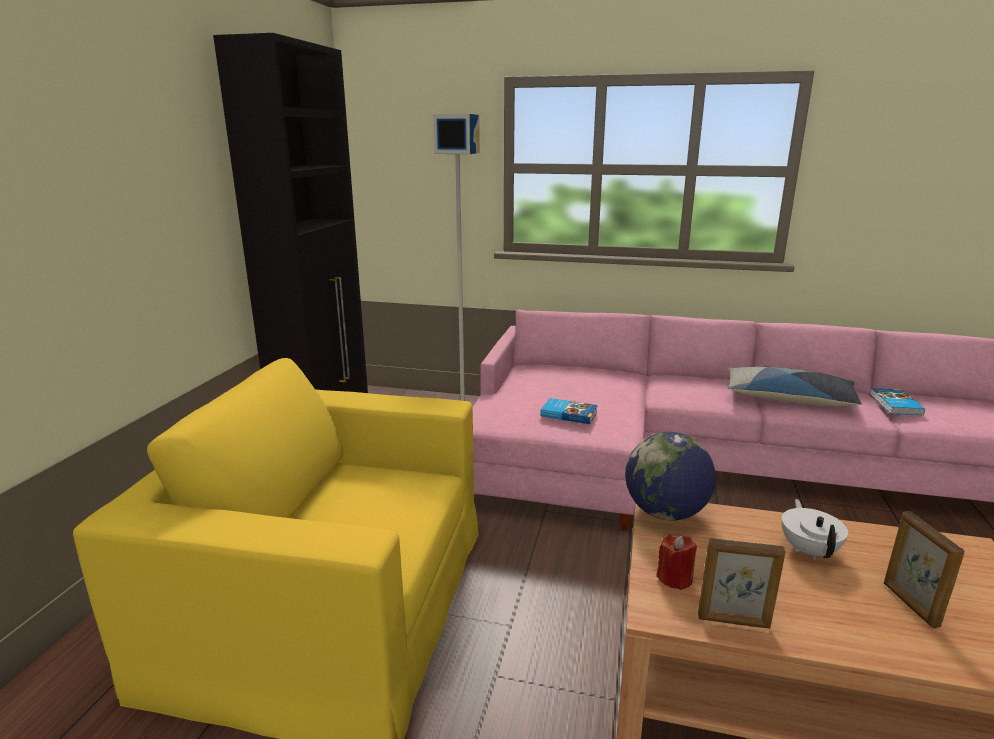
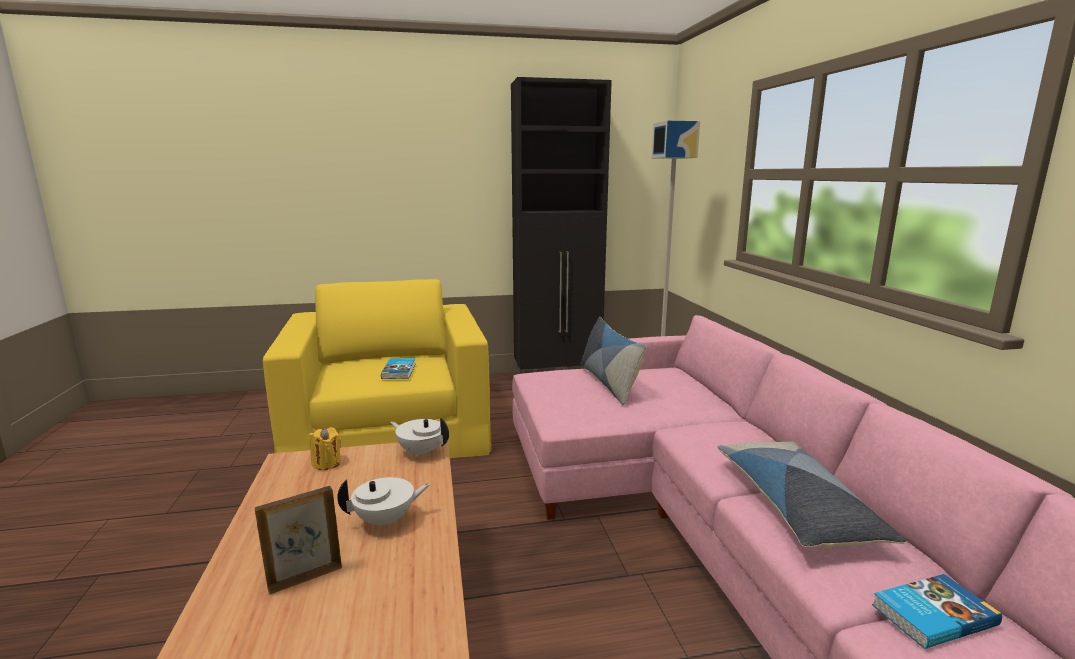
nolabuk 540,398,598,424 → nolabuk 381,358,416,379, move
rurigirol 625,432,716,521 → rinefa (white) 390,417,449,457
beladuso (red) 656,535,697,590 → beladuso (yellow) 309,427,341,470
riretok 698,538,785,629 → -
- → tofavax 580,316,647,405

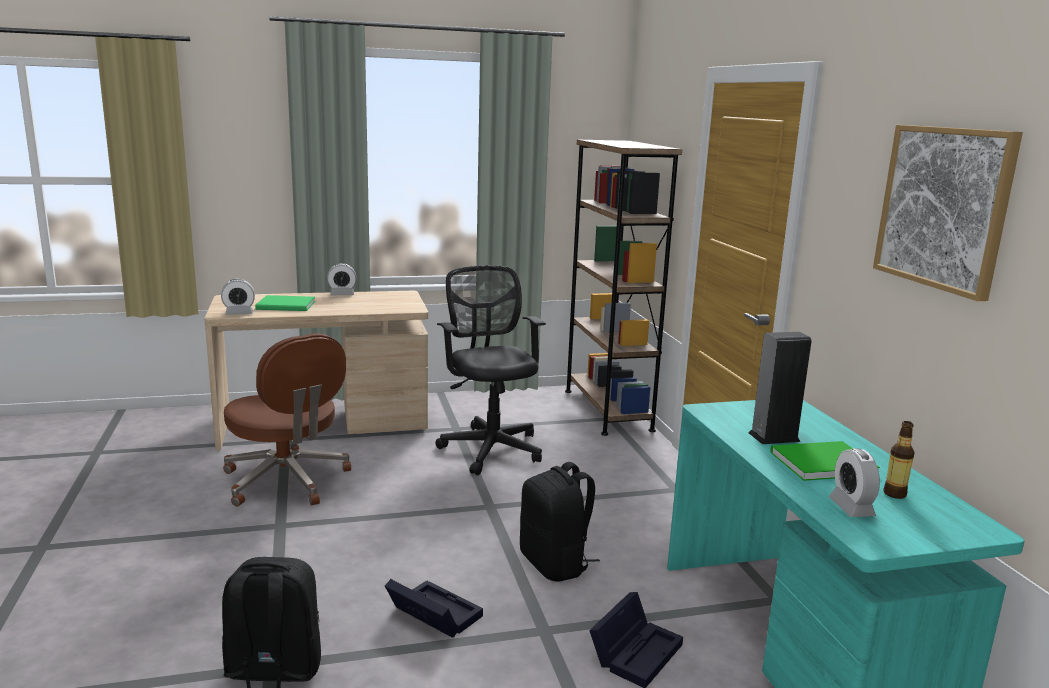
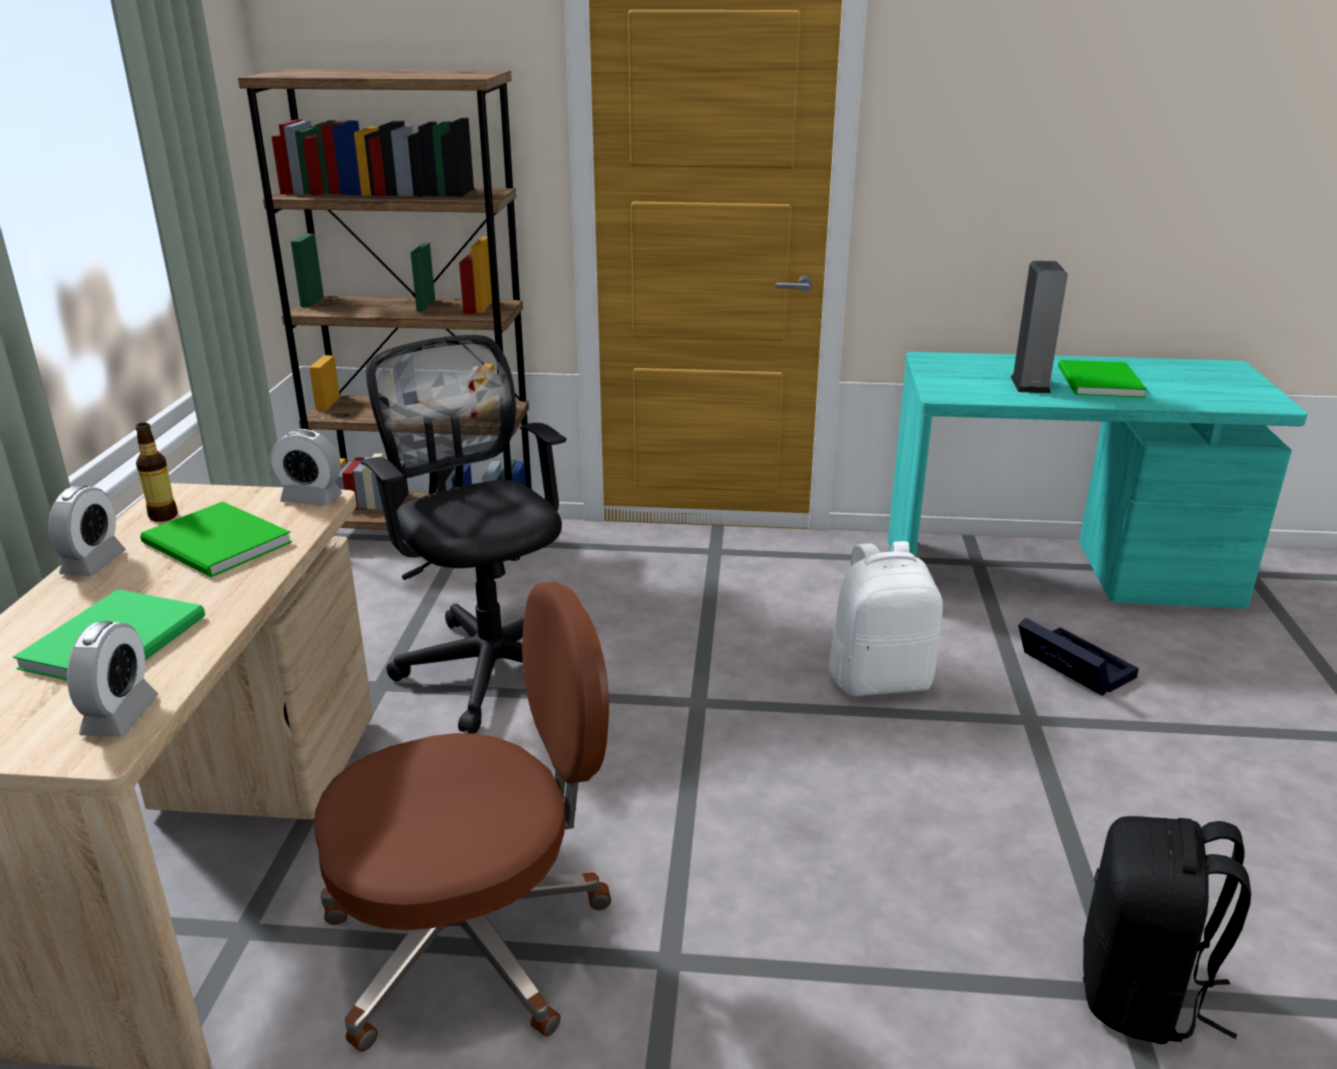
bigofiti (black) 385,579,483,638 → -
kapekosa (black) 436,265,546,475 → kapekosa (black) 360,335,566,734, 60 degrees clockwise
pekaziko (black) 520,462,600,582 → pekaziko (white) 829,541,943,696
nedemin 829,448,880,517 → nedemin 271,429,342,506, move
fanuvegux 873,125,1023,302 → -
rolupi 883,421,914,499 → rolupi 135,423,178,522, move
- → nolabuk (green) 140,502,292,577

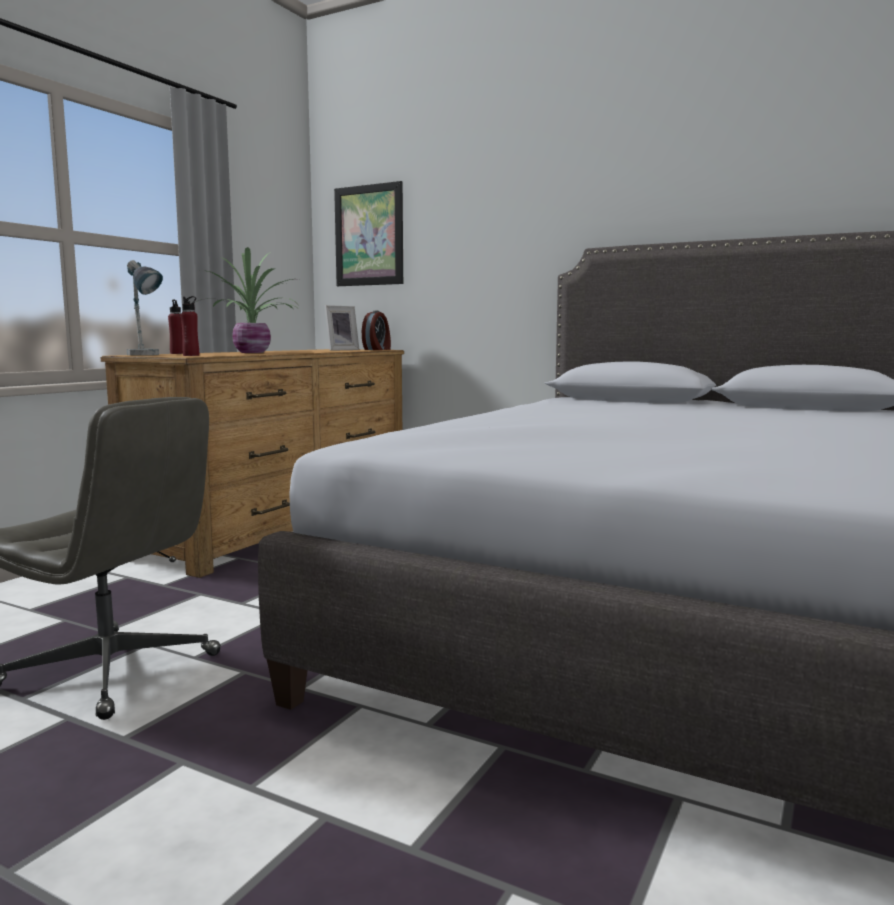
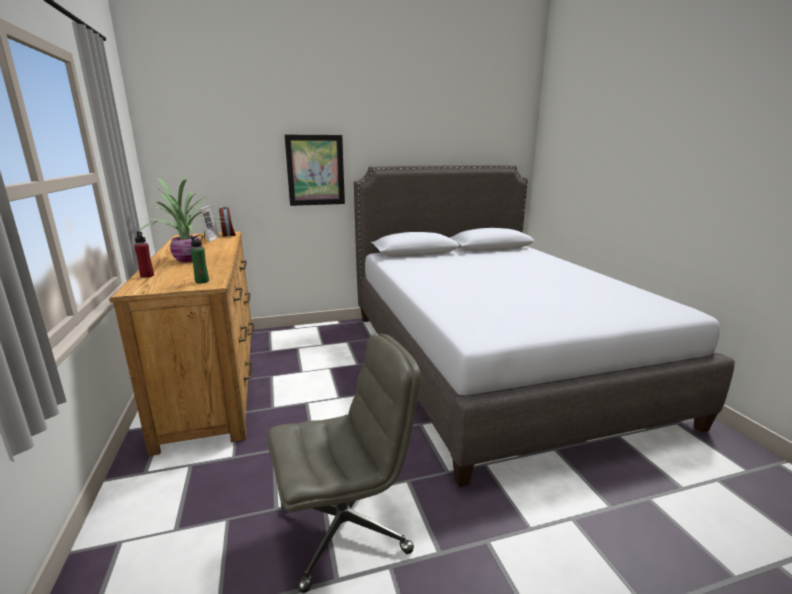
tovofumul 127,260,163,355 → -
rolupi (red) 181,296,199,356 → rolupi (green) 190,235,209,284
fanuvegux 334,181,403,286 → fanuvegux 285,135,345,206, move

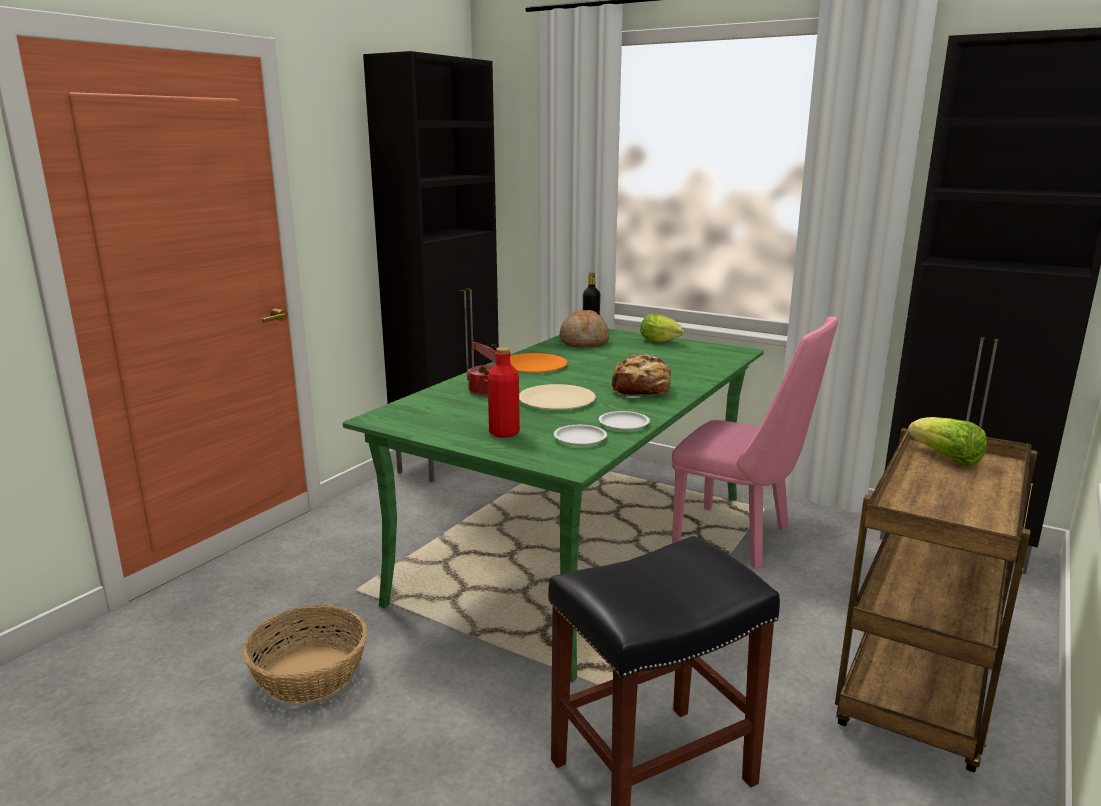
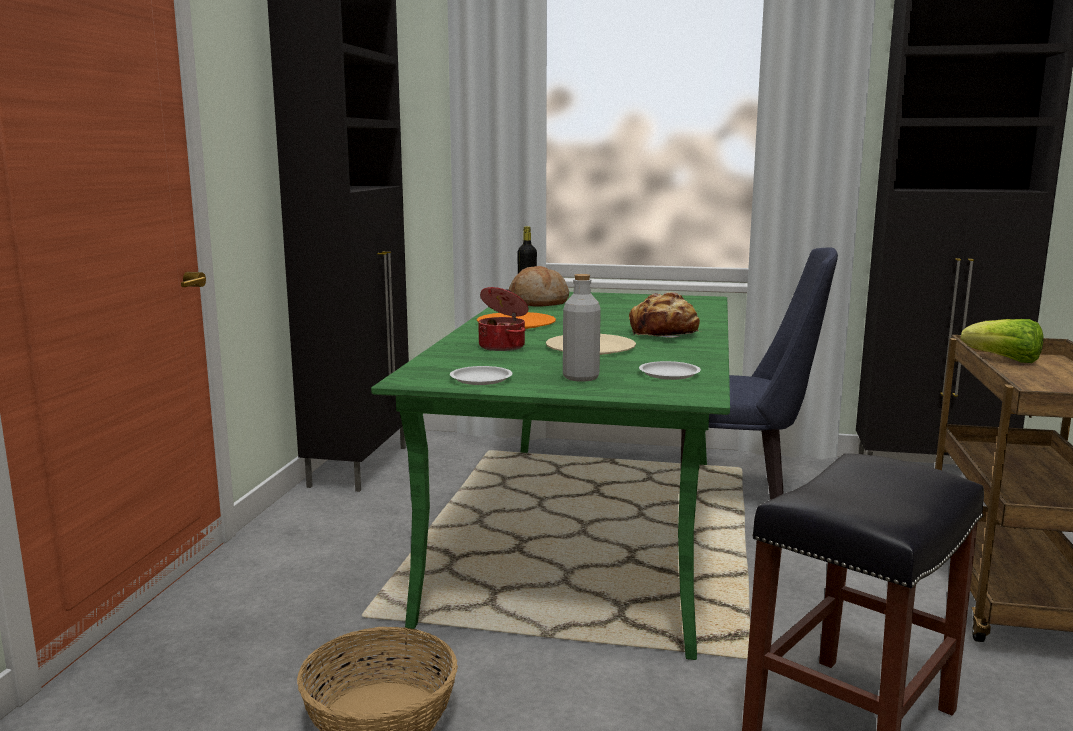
rolupi (red) 488,347,520,438 → rolupi (grey) 563,274,601,382
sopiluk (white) 599,411,650,430 → sopiluk (white) 450,366,512,385, move
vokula 640,314,684,342 → -
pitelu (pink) 672,317,838,569 → pitelu (blue) 680,247,838,500

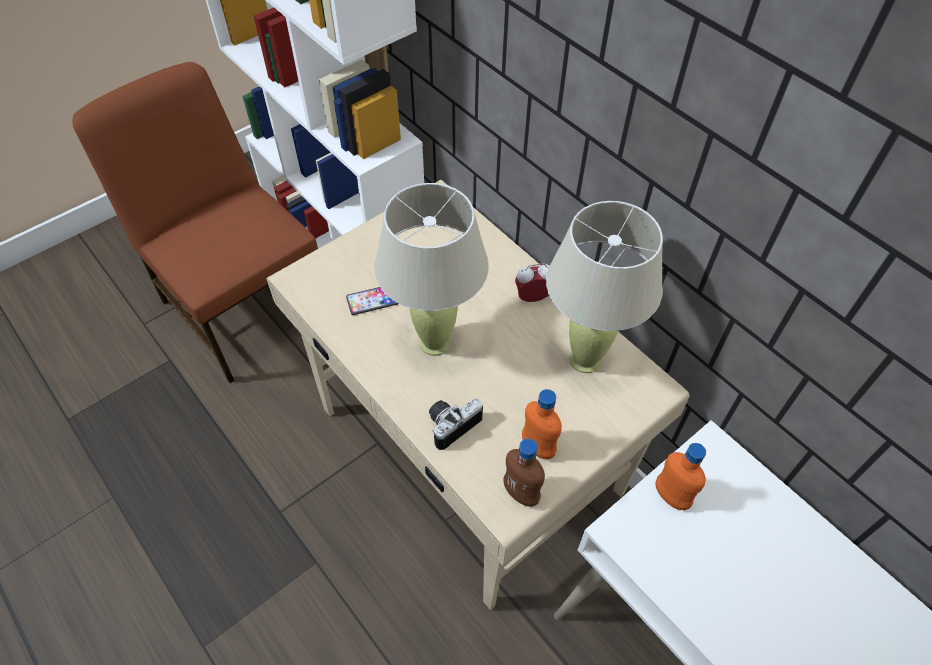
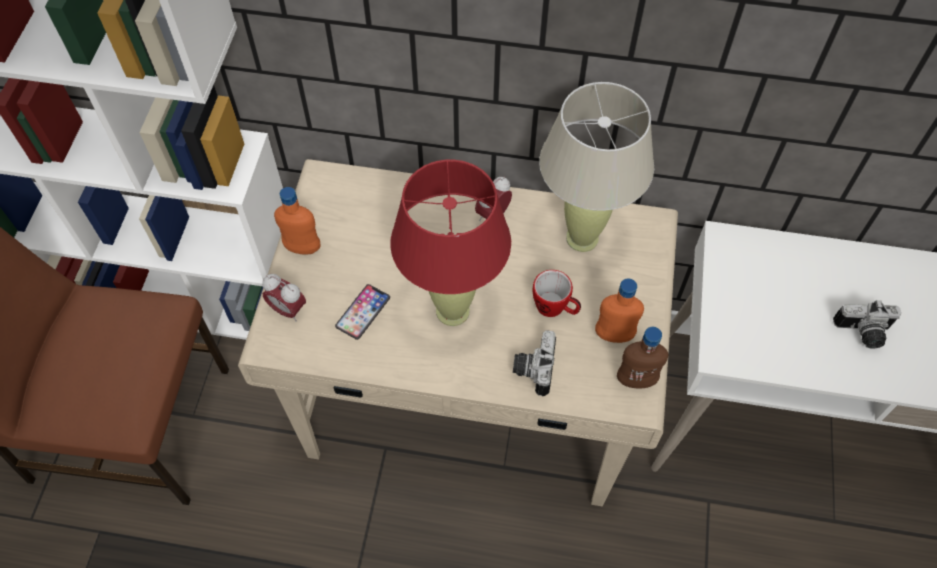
tovofumul (beige) 374,183,489,356 → tovofumul (red) 390,159,511,326
rolupi (orange) 656,443,706,510 → rolupi (orange) 274,187,320,254, move
- → nedemin 262,274,306,322
- → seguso 532,270,581,317
- → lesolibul 833,300,901,349

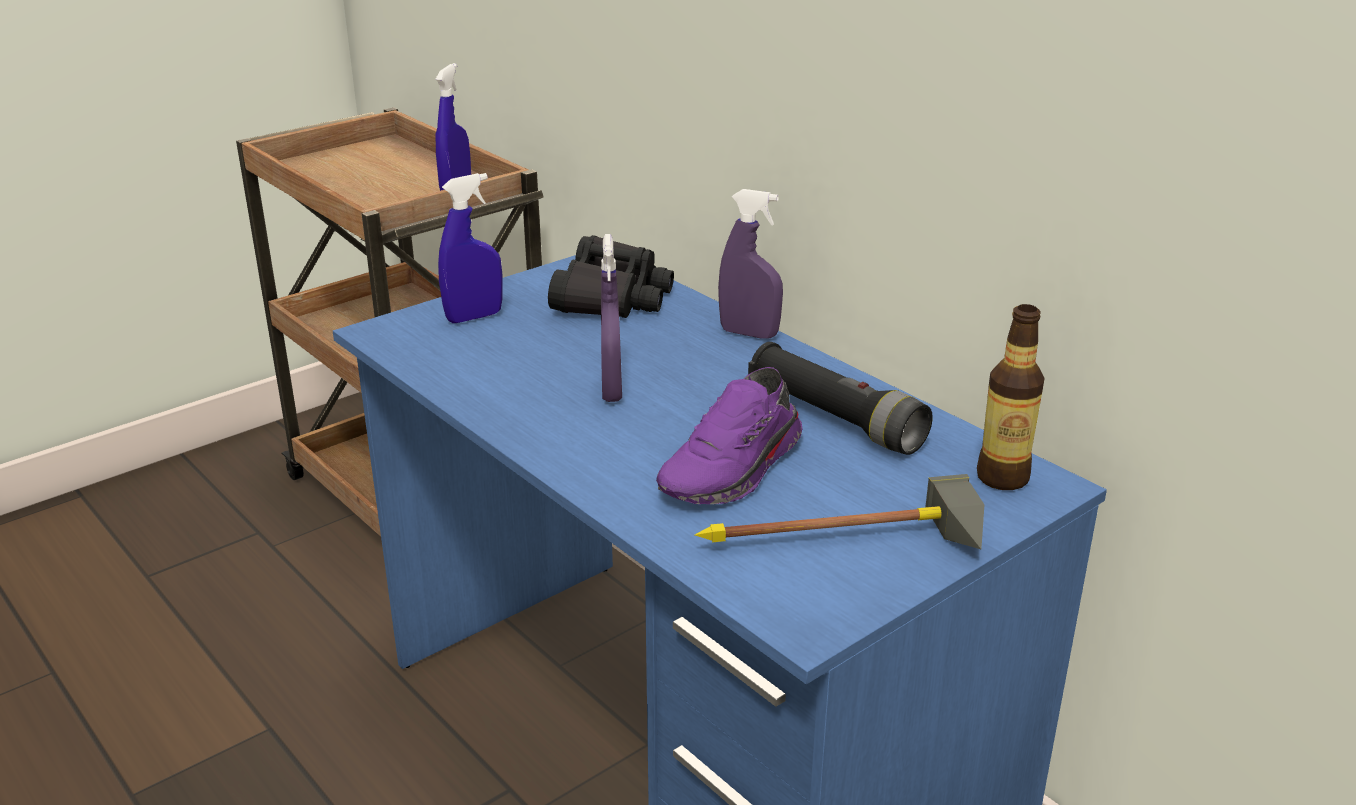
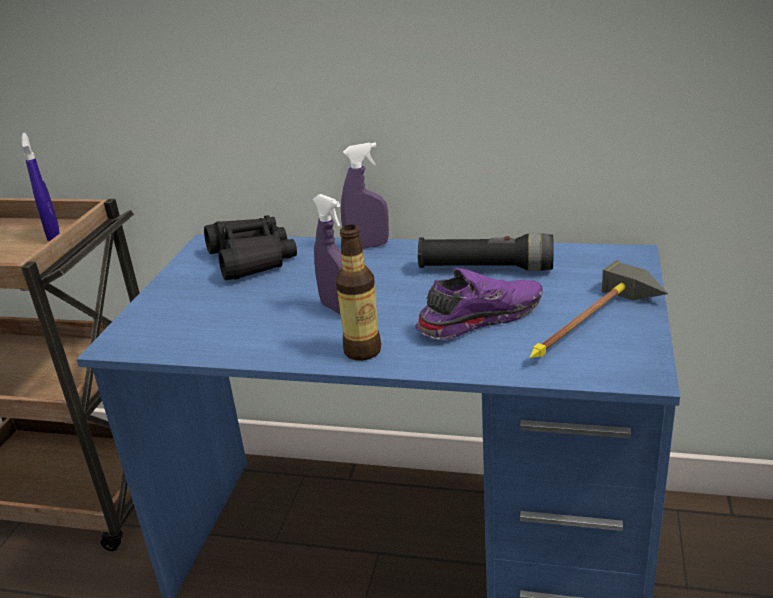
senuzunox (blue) 438,173,503,323 → -
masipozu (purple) 656,367,803,504 → masipozu (purple) 415,268,543,340, 120 degrees counterclockwise
rolupi 977,304,1045,490 → rolupi 335,225,381,361, move

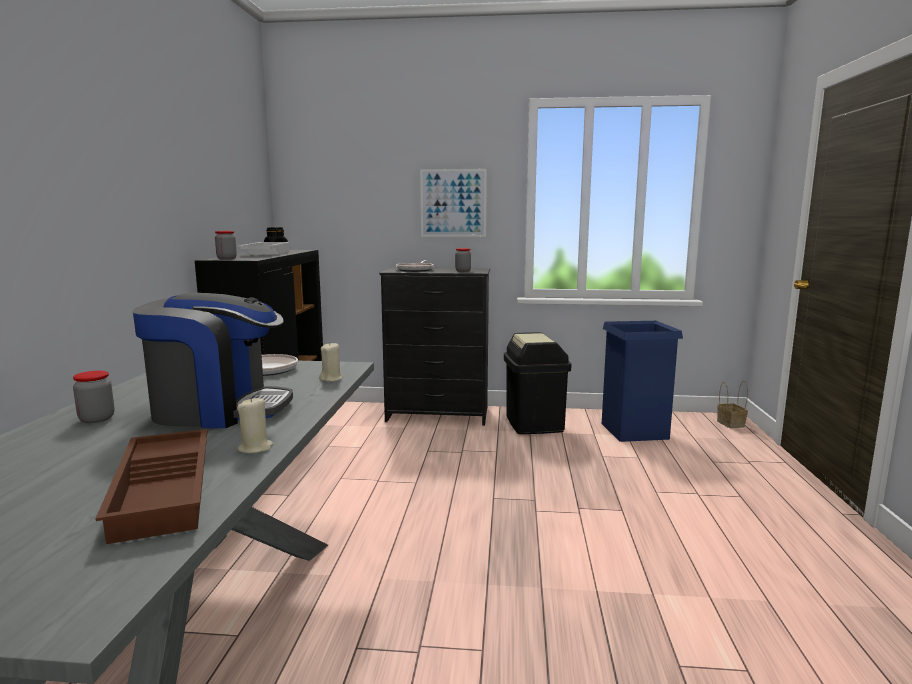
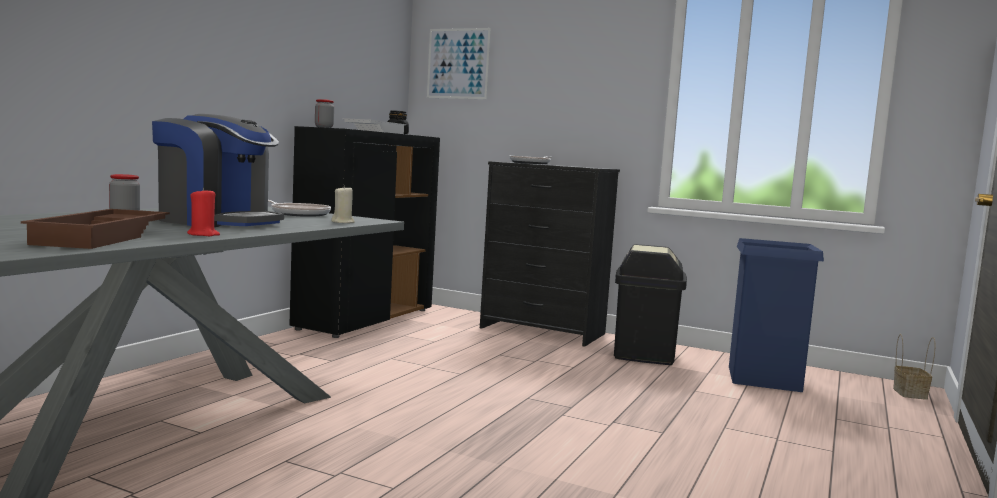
beladuso (beige) 237,397,273,453 → beladuso (red) 187,188,220,236
fanuvegux 420,169,487,237 → fanuvegux 427,28,491,99, move
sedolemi 455,248,471,272 → -

